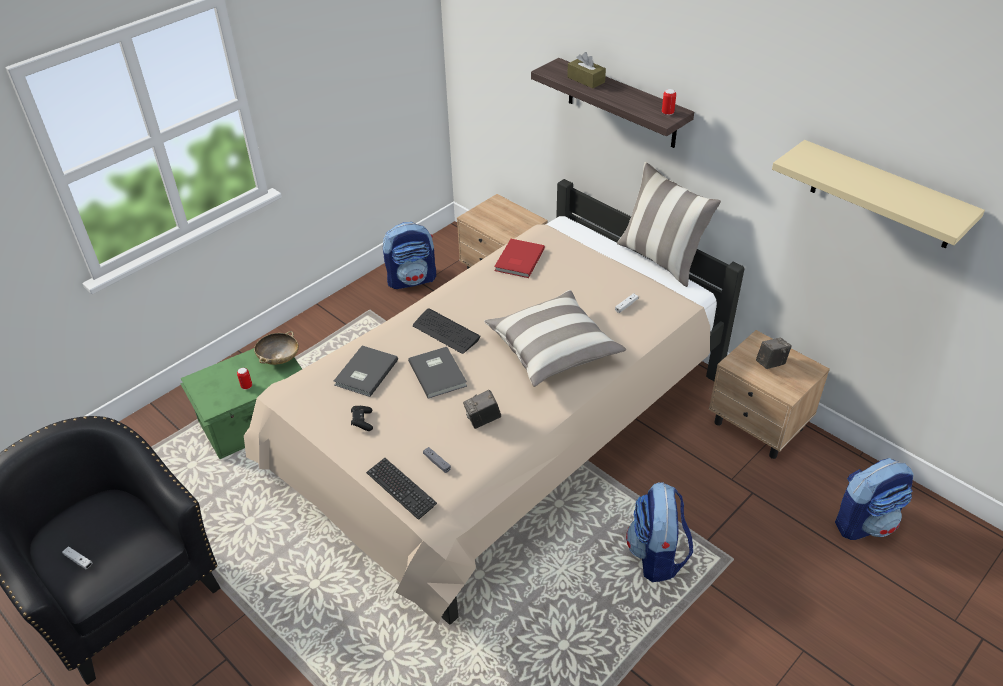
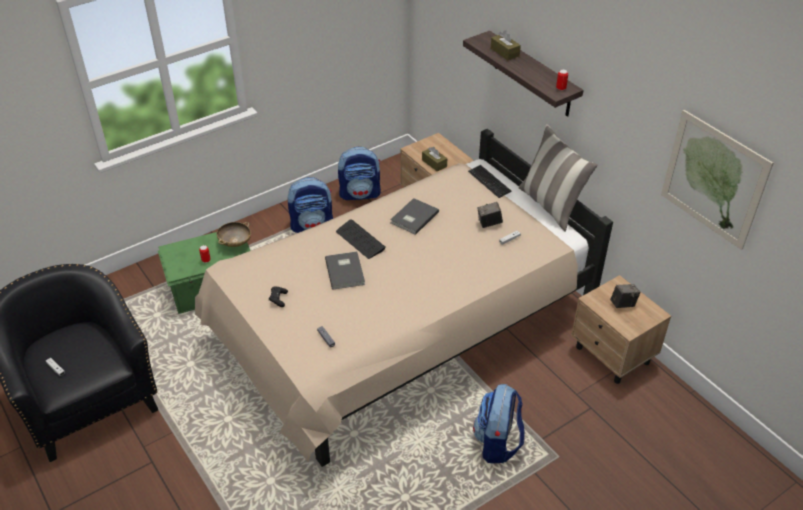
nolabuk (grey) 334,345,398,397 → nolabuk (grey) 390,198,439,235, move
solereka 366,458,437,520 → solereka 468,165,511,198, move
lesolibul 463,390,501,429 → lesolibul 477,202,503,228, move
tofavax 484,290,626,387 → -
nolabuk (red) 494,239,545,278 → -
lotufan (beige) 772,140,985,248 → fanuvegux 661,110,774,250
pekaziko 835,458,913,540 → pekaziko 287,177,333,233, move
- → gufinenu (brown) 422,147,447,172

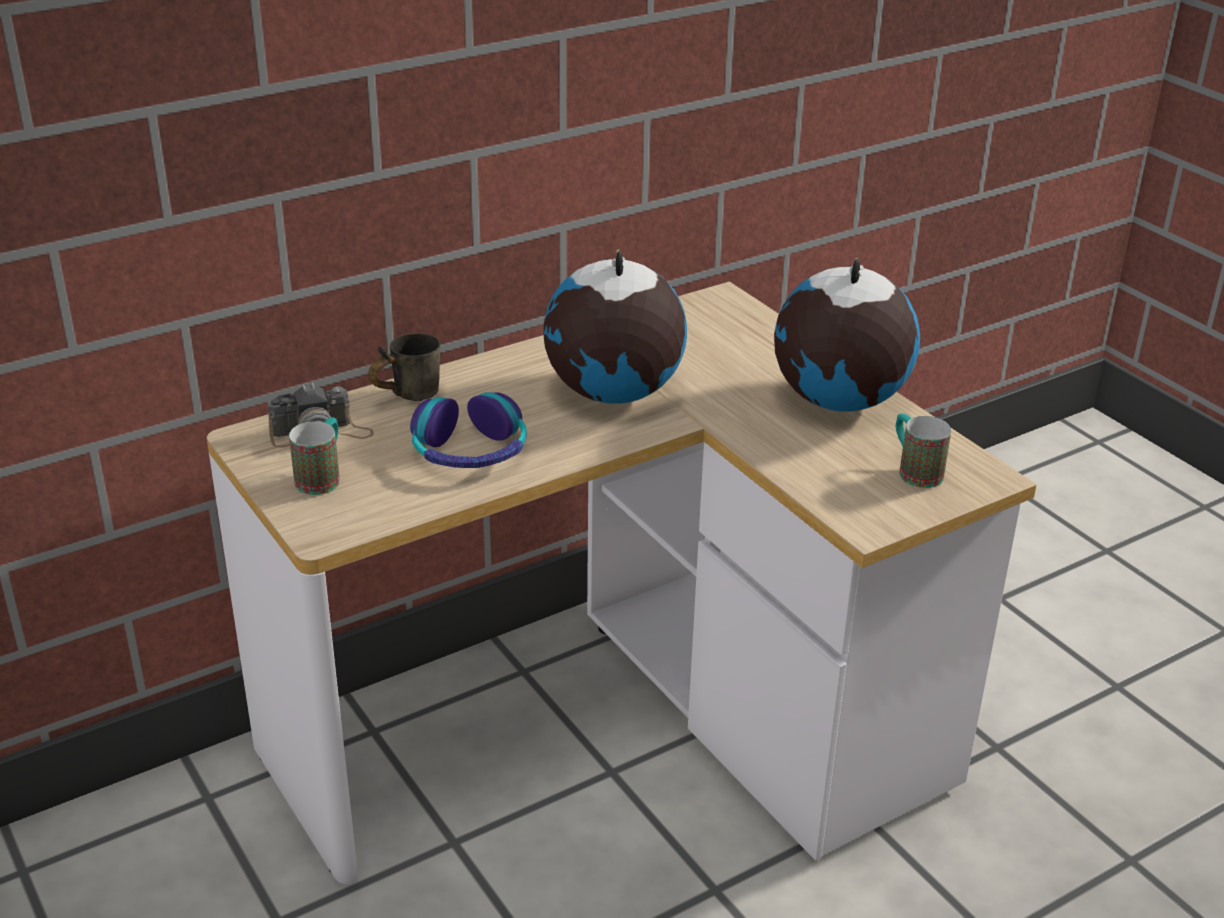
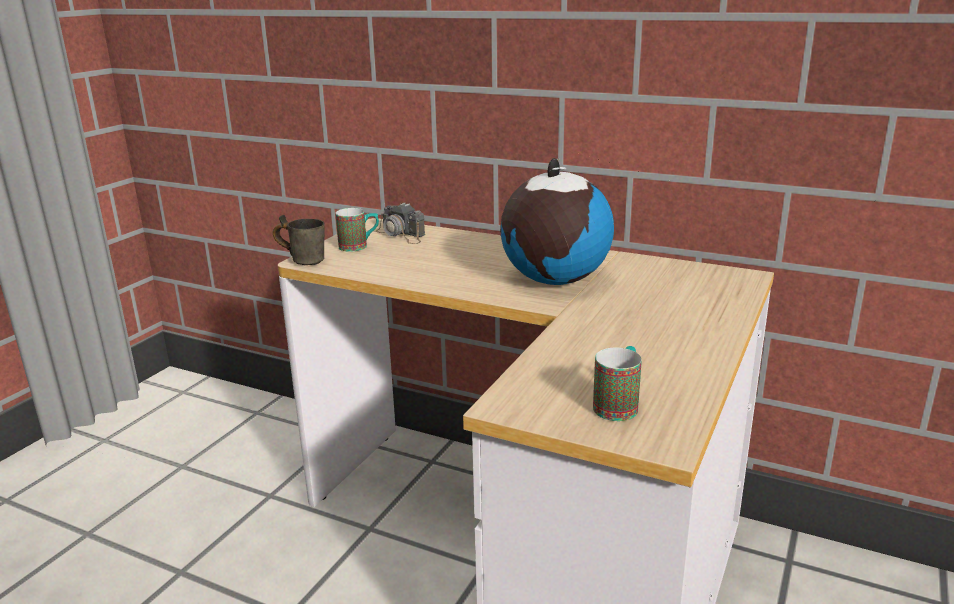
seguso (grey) 368,333,441,401 → seguso (grey) 273,215,325,265, move
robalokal 410,392,527,468 → -
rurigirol 774,257,920,412 → -

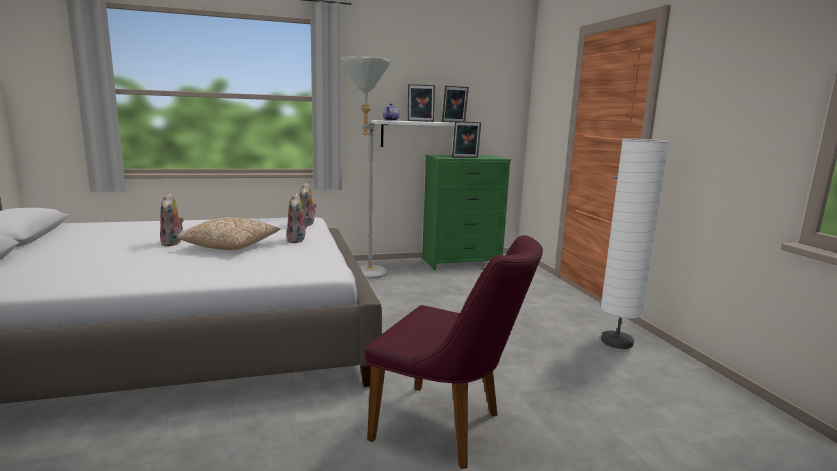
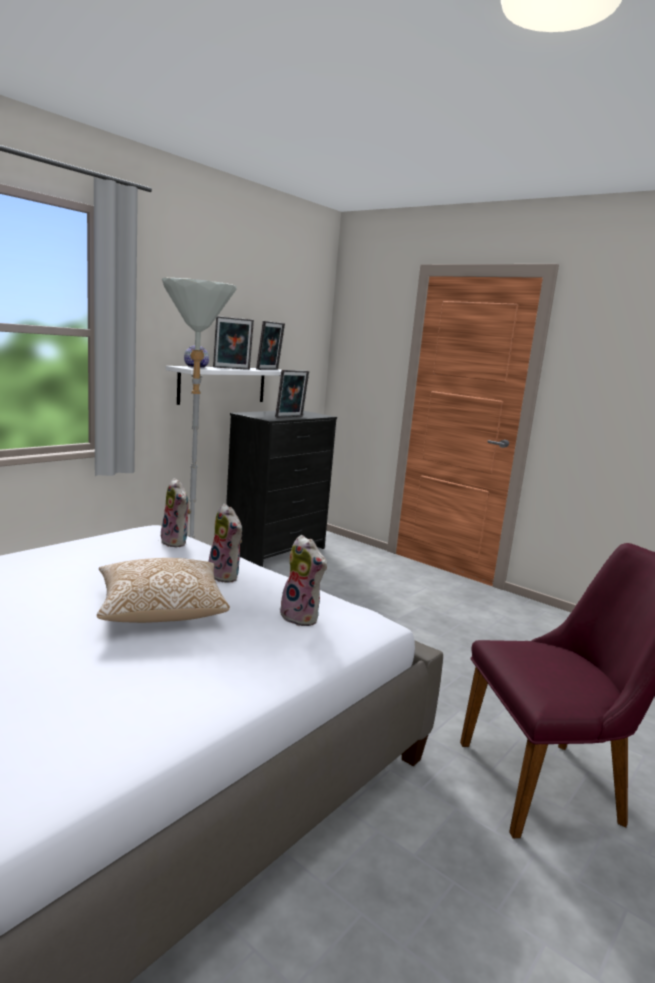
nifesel 160,193,184,246 → nifesel 280,535,327,626, move
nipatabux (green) 422,155,511,270 → nipatabux (black) 226,411,337,567
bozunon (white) 600,138,669,349 → -

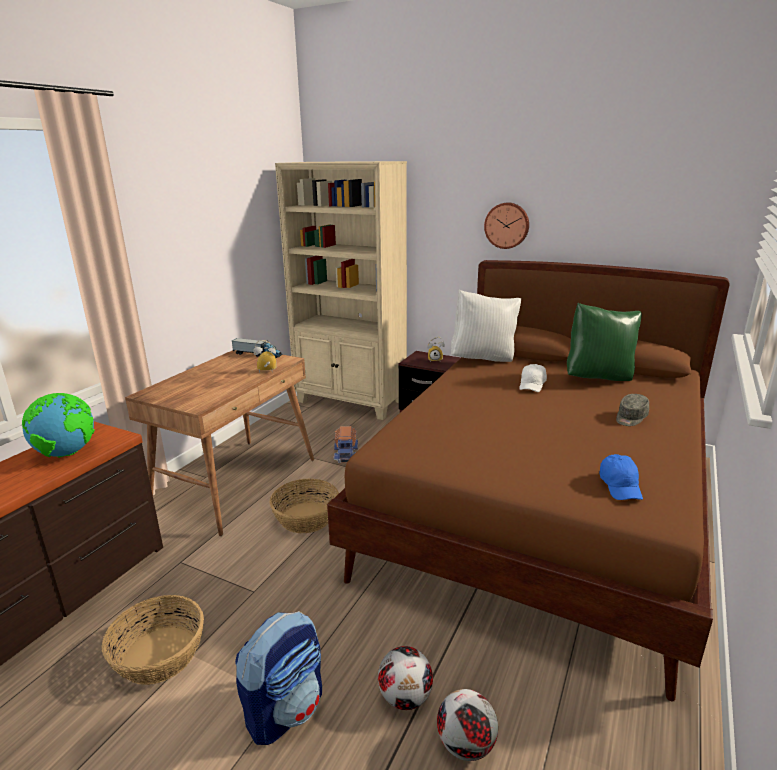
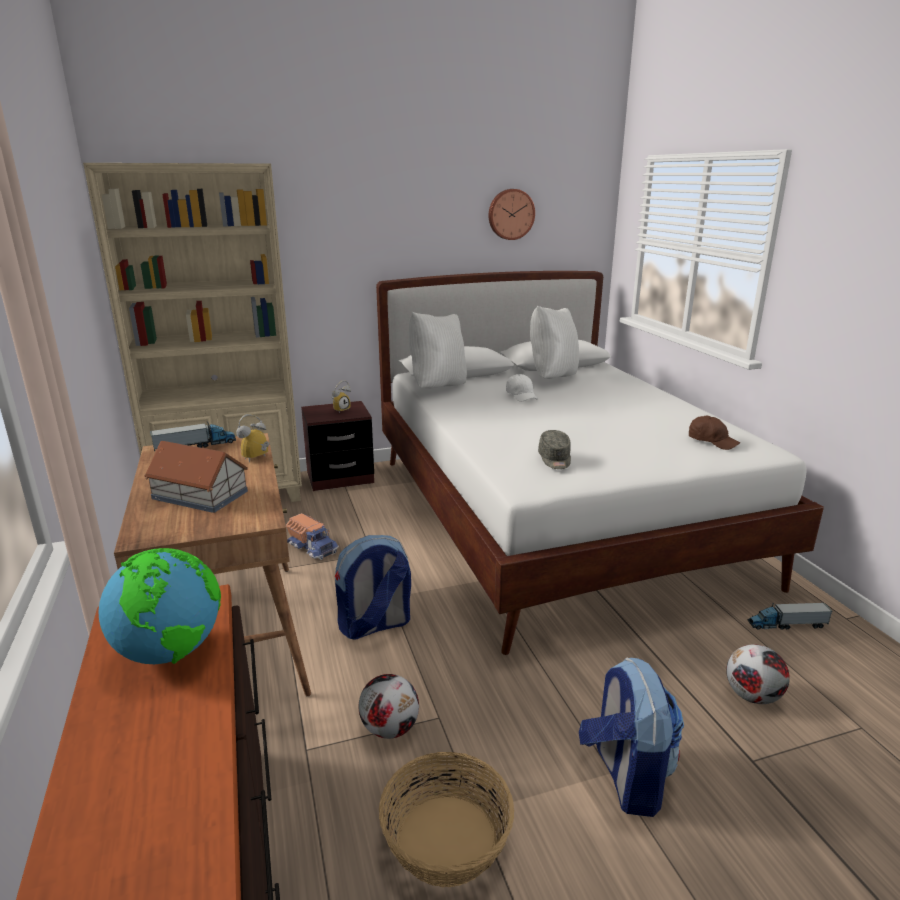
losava 269,478,339,533 → pekaziko 335,535,411,640
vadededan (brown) 327,260,730,702 → vadededan (white) 376,271,824,655
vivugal 378,646,433,710 → vivugal 359,674,419,739, move
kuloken 484,202,529,249 → kuloken 489,189,535,240, move
tofavax (green) 567,303,642,381 → tofavax (white) 530,306,579,379
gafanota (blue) 599,454,643,500 → gafanota (brown) 689,415,740,450
gafanota (grey) 616,394,649,426 → gafanota (grey) 538,430,571,469, move
- → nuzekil 144,441,248,513
- → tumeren 748,603,832,630

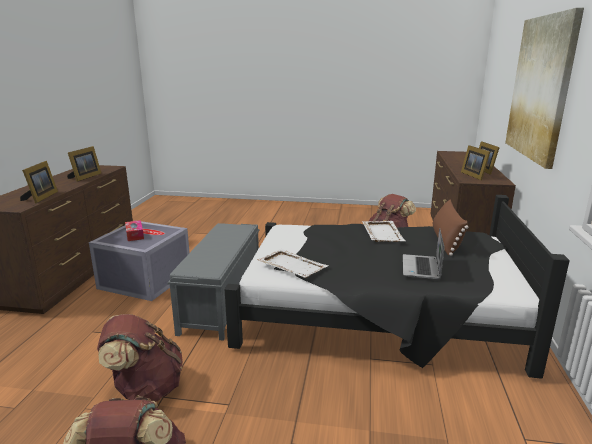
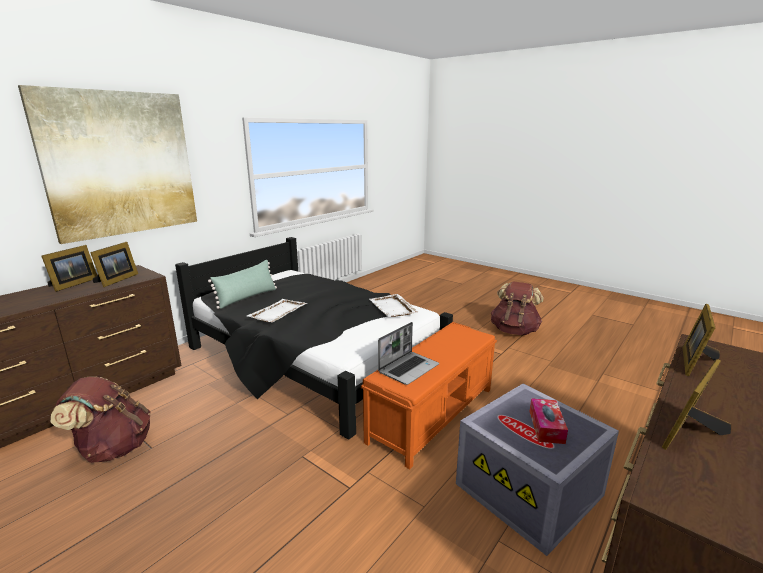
pekaziko (brown) 97,314,183,402 → -
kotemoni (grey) 168,223,259,341 → kotemoni (orange) 361,322,497,469
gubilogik 403,228,445,280 → gubilogik 378,322,439,385, move
tofavax (brown) 433,199,468,256 → tofavax (green) 208,260,277,309

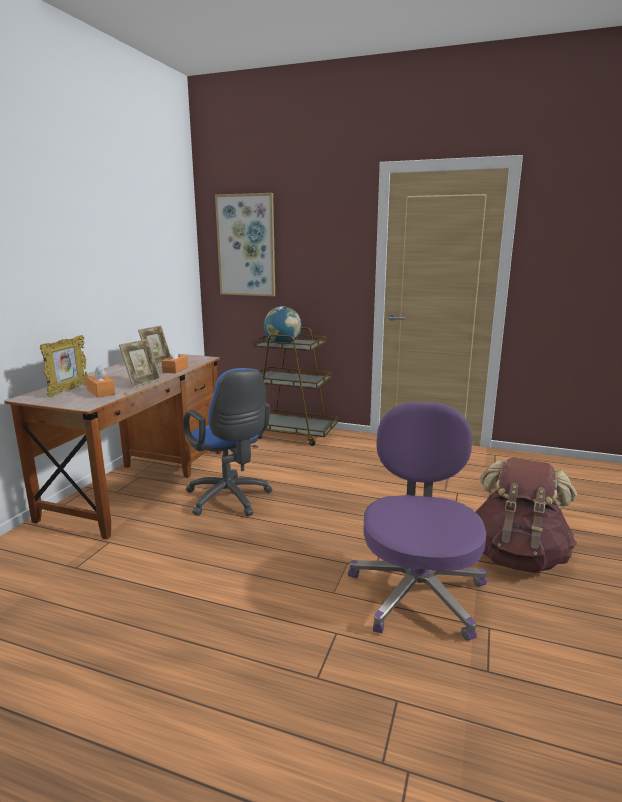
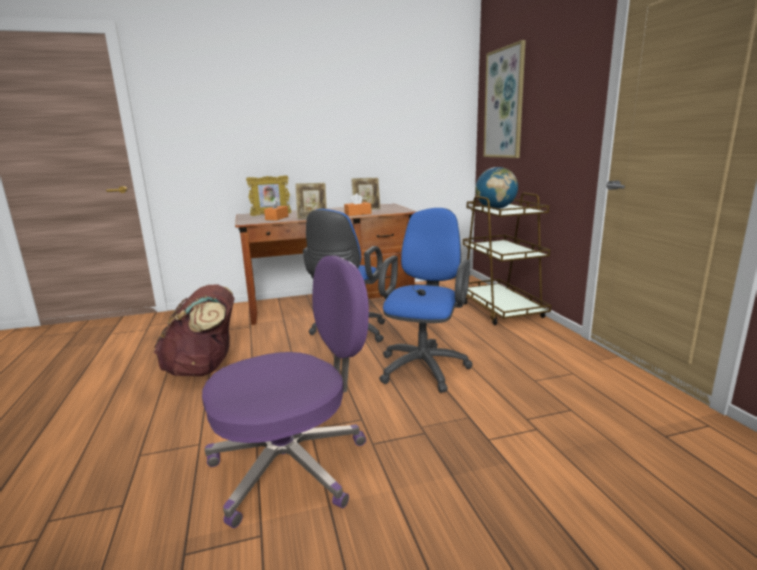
pekaziko (brown) 476,457,577,573 → pekaziko (brown) 154,285,235,376, move
- → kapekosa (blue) 378,208,473,393

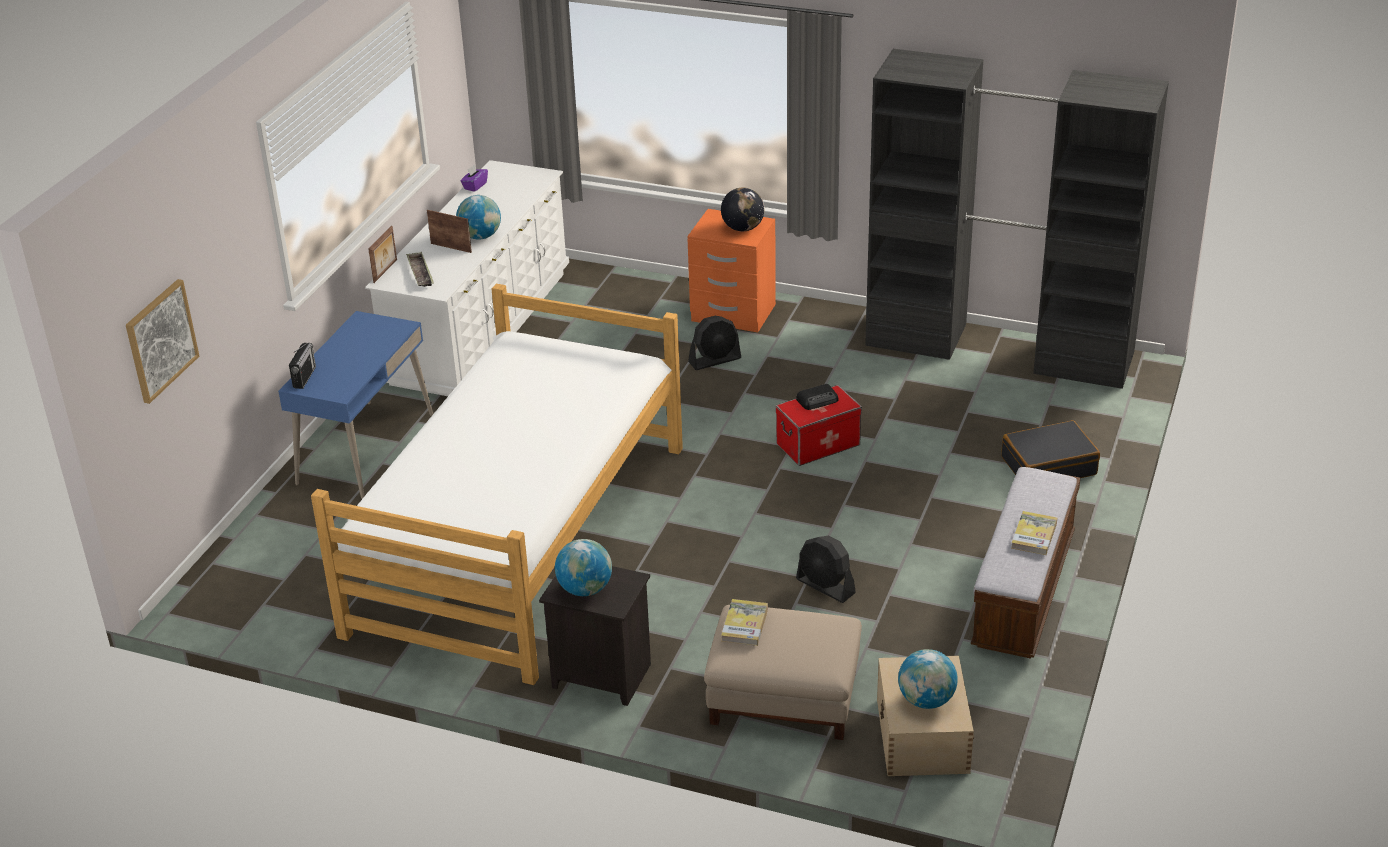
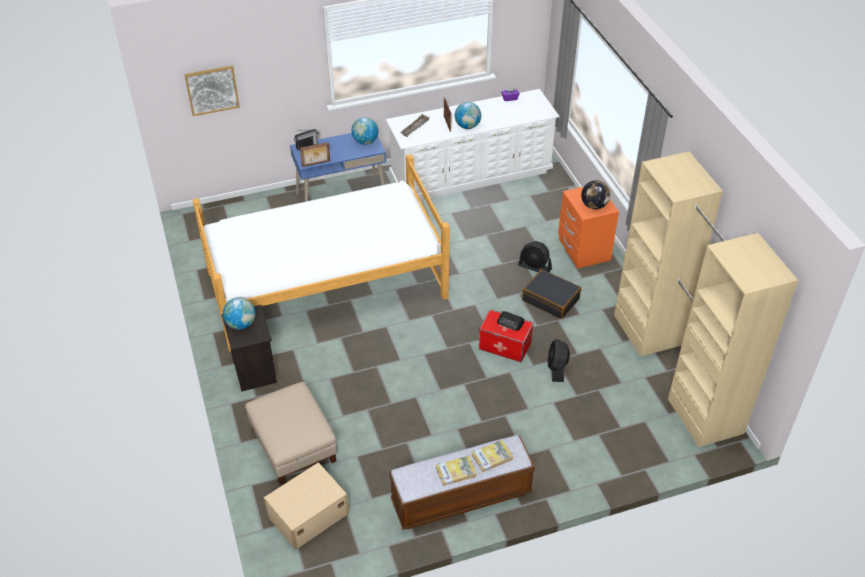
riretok 368,226,397,283 → riretok 300,142,330,167, move
nolabuk 721,599,768,646 → nolabuk 472,440,513,473, move
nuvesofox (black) 796,535,856,603 → nuvesofox (black) 547,339,570,382, move
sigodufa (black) 865,49,1169,389 → sigodufa (beige) 614,152,798,447
rurigirol 898,649,958,709 → rurigirol 351,117,378,145, move
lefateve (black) 1001,420,1100,478 → lefateve (black) 522,269,581,319, move

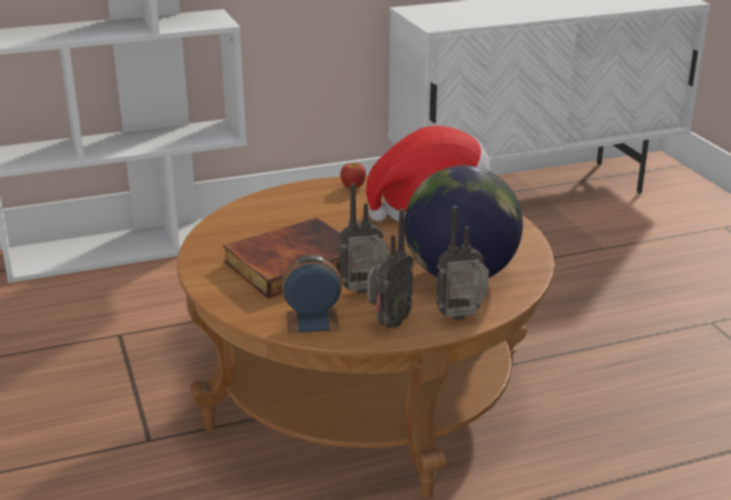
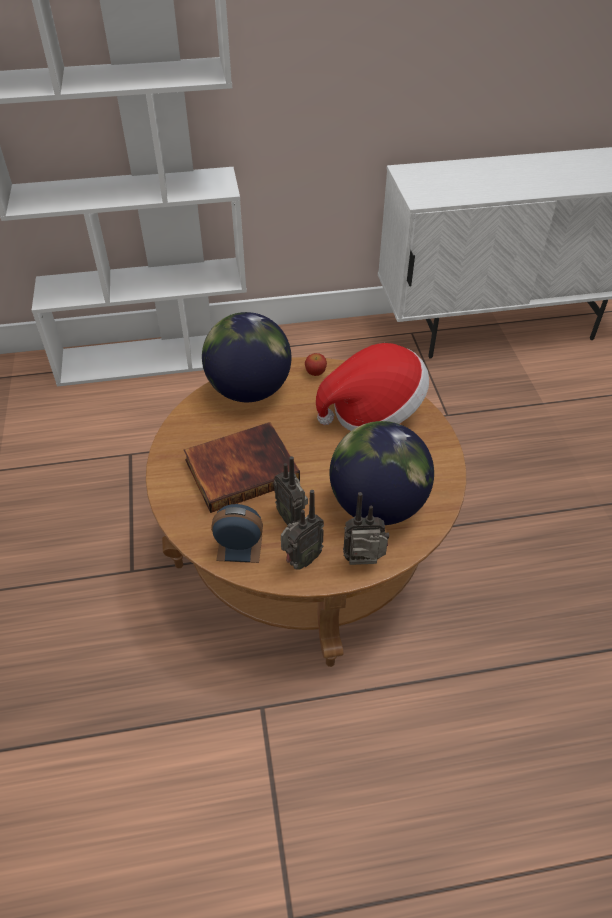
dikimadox 339,183,389,293 → dikimadox 273,456,308,525, 120 degrees counterclockwise
- → rurigirol 202,312,292,402

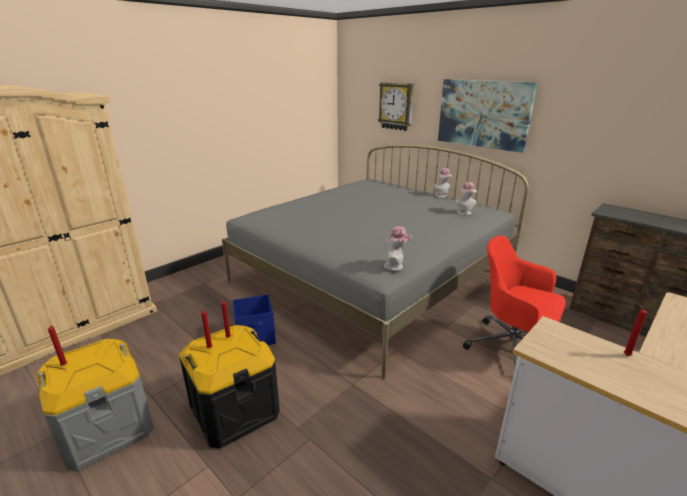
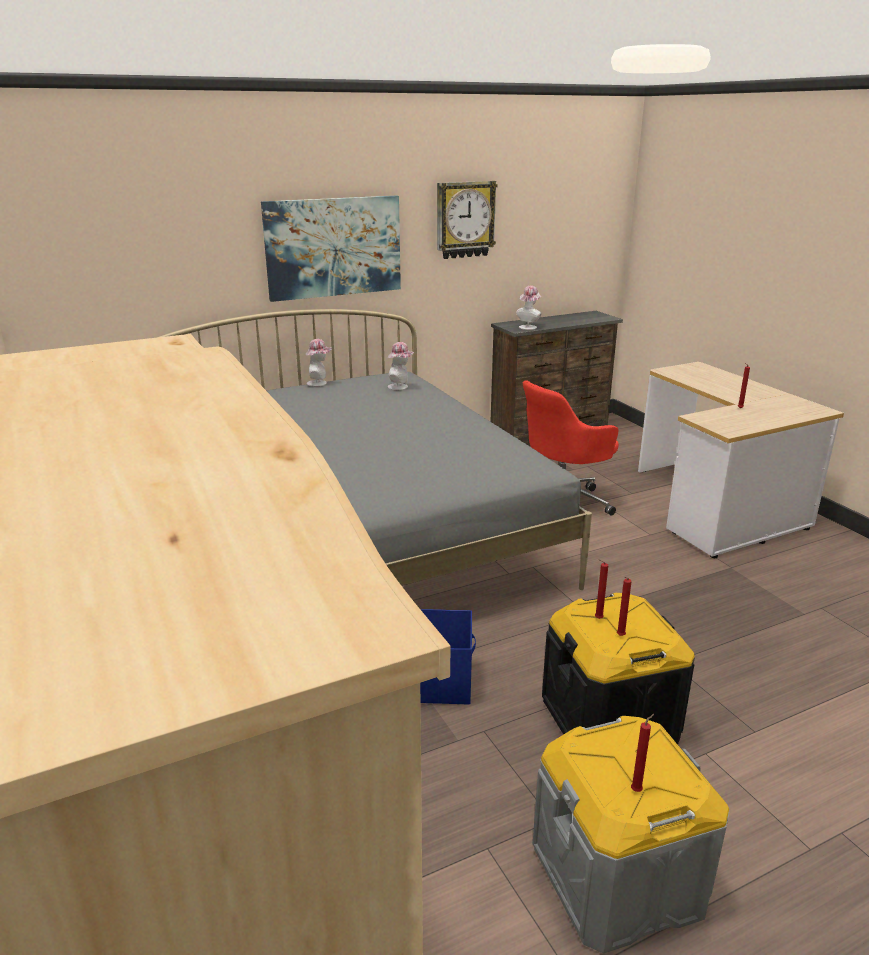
kuloken 378,82,414,131 → kuloken 437,181,498,259, move
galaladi 384,226,412,271 → galaladi 516,286,541,330, move

